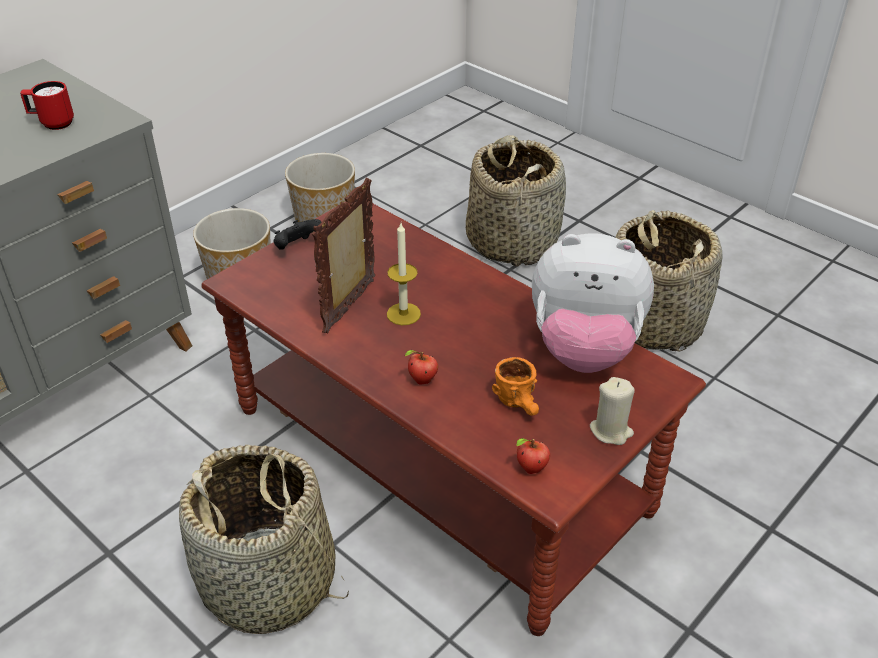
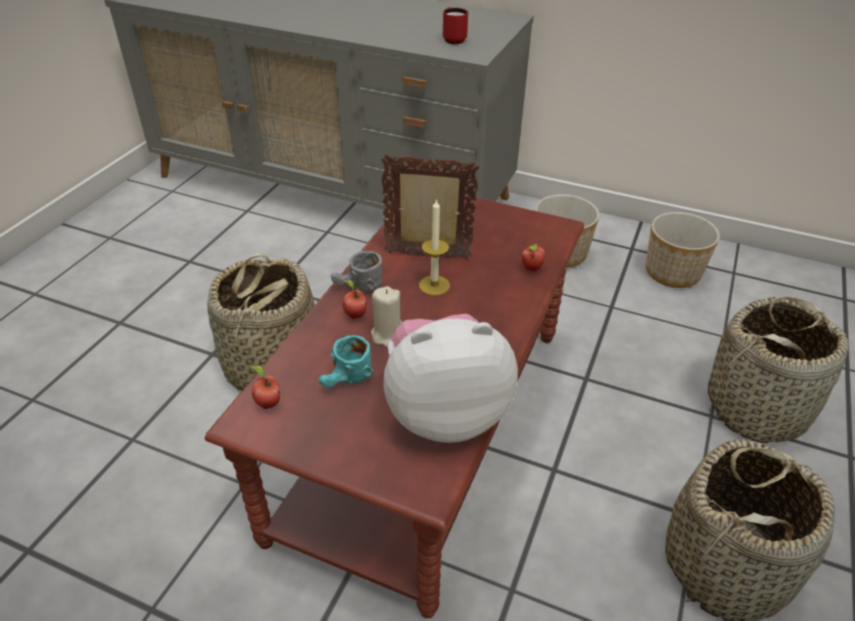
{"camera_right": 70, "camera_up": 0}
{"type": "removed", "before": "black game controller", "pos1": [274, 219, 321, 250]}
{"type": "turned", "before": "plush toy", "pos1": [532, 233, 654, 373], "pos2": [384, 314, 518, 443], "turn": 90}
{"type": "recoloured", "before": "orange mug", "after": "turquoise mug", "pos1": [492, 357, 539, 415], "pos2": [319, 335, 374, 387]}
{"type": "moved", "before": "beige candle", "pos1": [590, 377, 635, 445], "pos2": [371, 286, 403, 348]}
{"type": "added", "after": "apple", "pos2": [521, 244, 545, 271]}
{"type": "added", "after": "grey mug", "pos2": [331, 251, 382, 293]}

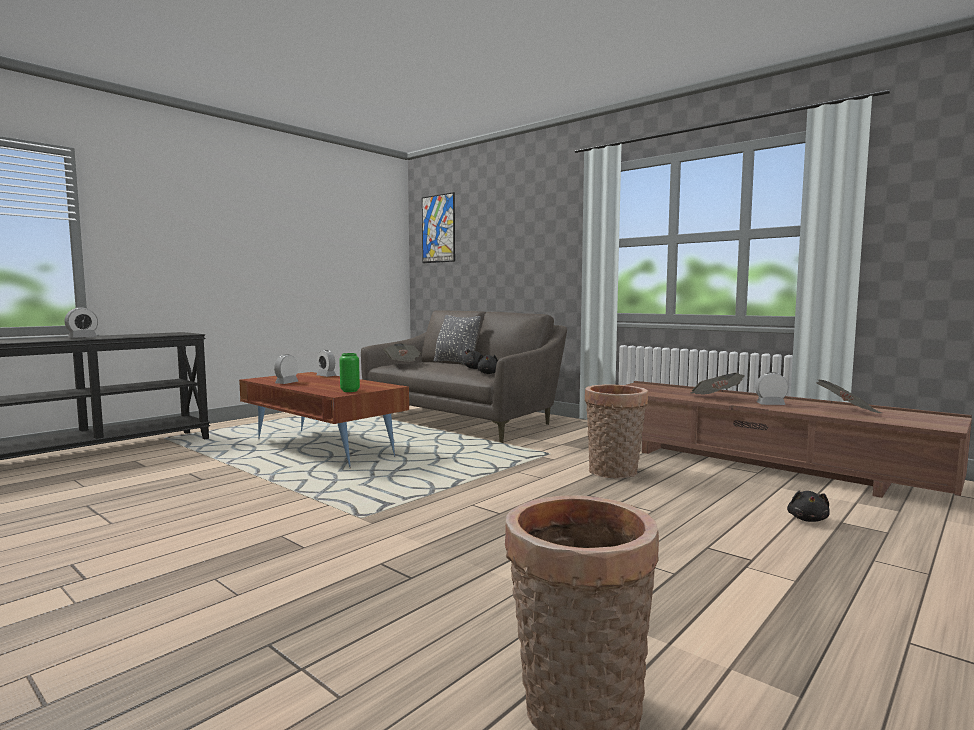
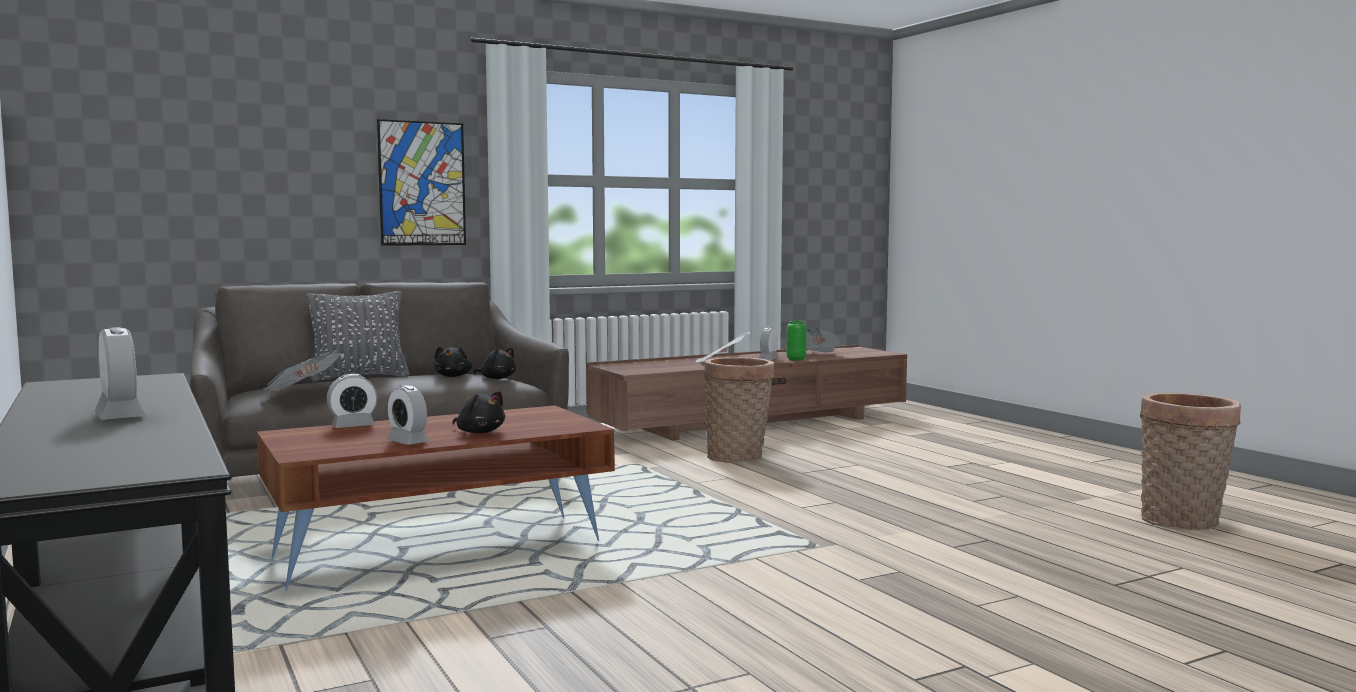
{"camera_right": -70, "camera_up": 0}
{"type": "moved", "before": "picture", "pos1": [422, 192, 455, 263], "pos2": [377, 119, 466, 246]}
{"type": "moved", "before": "green vase", "pos1": [339, 353, 360, 392], "pos2": [787, 321, 807, 361]}
{"type": "moved", "before": "black plush toy", "pos1": [787, 490, 830, 522], "pos2": [452, 391, 505, 434]}

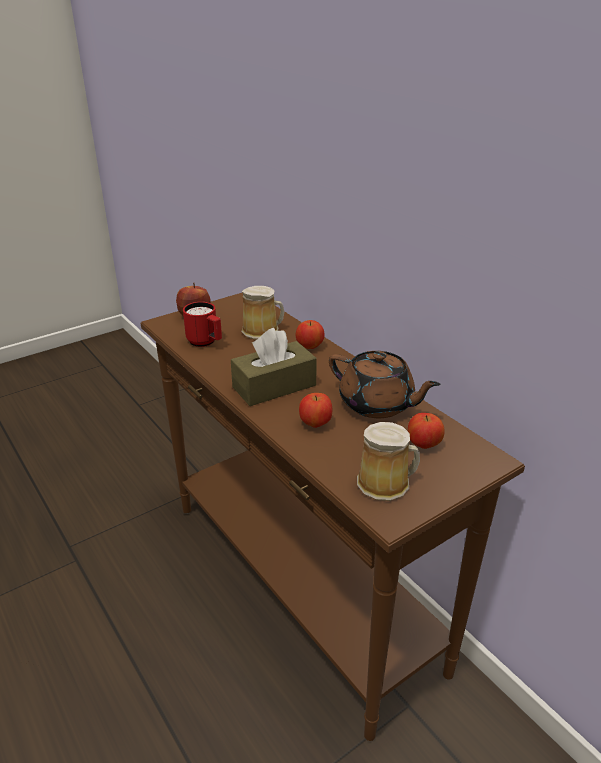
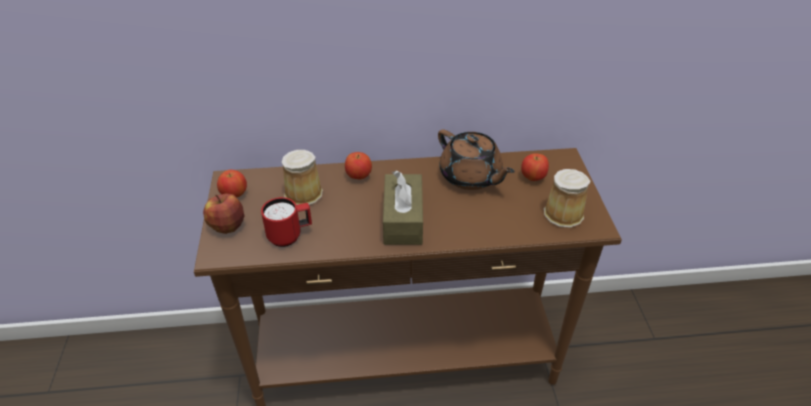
{"camera_right": -60, "camera_up": 10}
{"type": "turned", "before": "brown teapot", "pos1": [329, 351, 441, 418], "pos2": [438, 129, 515, 190], "turn": 75}
{"type": "moved", "before": "apple", "pos1": [299, 393, 332, 428], "pos2": [217, 170, 247, 198]}

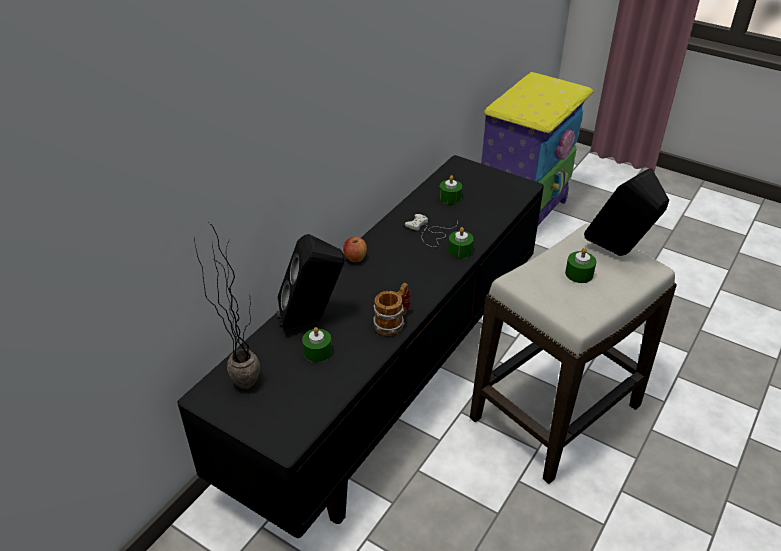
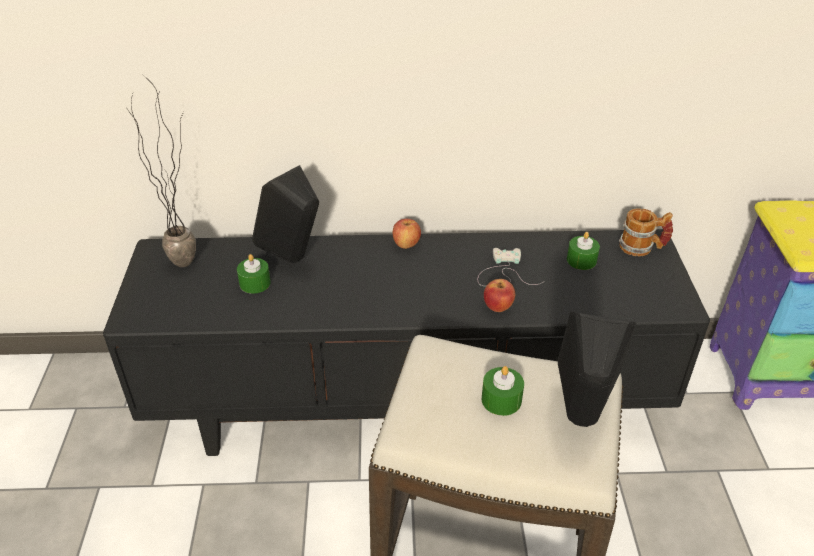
{"camera_right": 55, "camera_up": 0}
{"type": "replaced", "before": "green candle", "after": "apple", "pos1": [448, 227, 474, 259], "pos2": [484, 279, 515, 312]}
{"type": "moved", "before": "mug", "pos1": [373, 283, 411, 336], "pos2": [619, 208, 673, 256]}

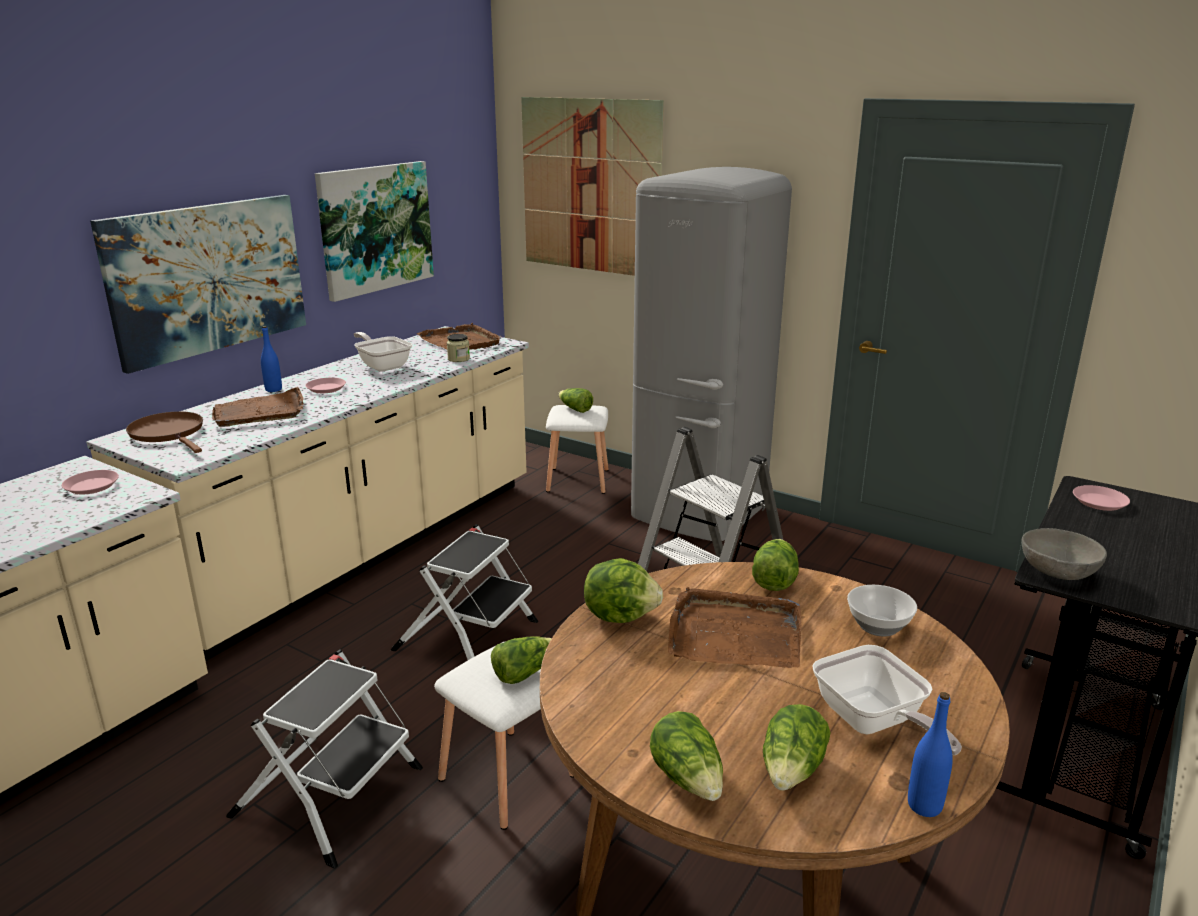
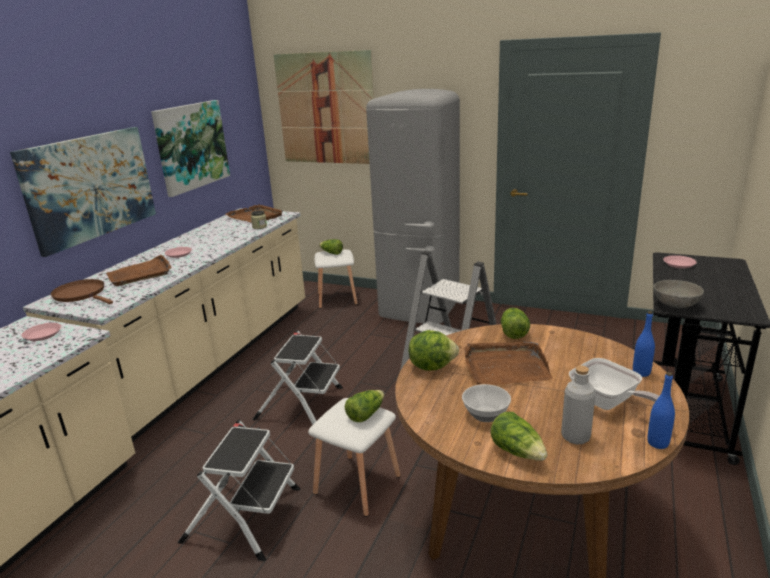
{"camera_right": -10, "camera_up": 0}
{"type": "moved", "before": "blue bottle", "pos1": [261, 326, 282, 392], "pos2": [633, 311, 655, 377]}
{"type": "removed", "before": "frying pan", "pos1": [354, 332, 412, 371]}
{"type": "moved", "before": "bowl", "pos1": [847, 585, 917, 636], "pos2": [462, 384, 511, 422]}
{"type": "replaced", "before": "lettuce", "after": "grey bottle", "pos1": [763, 704, 831, 791], "pos2": [561, 366, 596, 444]}

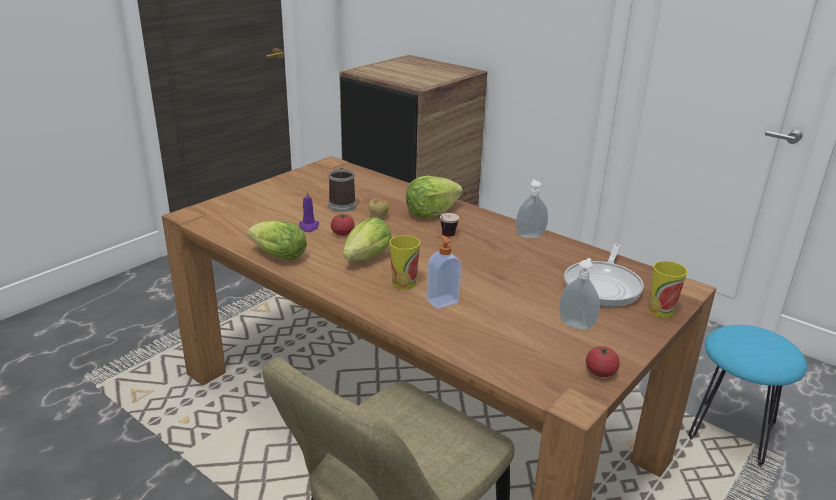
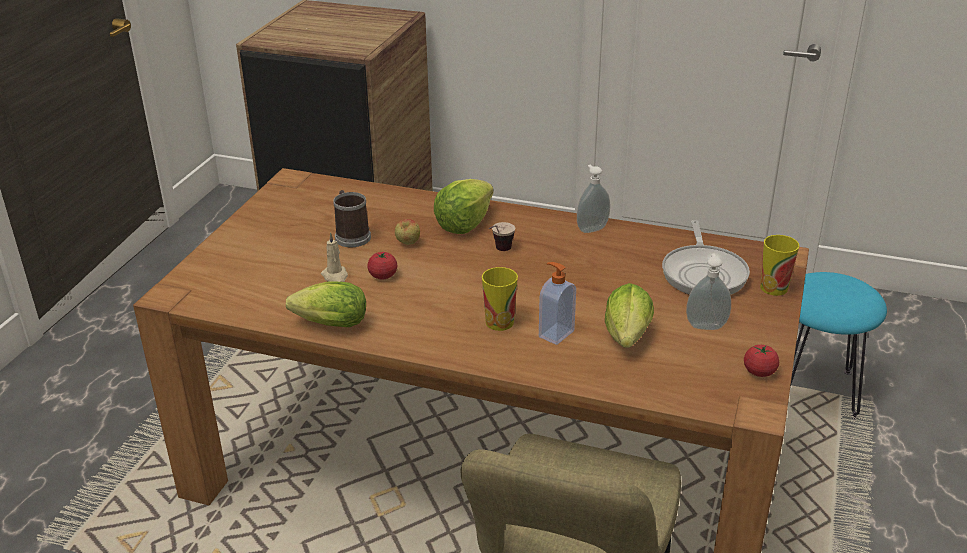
{"camera_right": -20, "camera_up": 5}
{"type": "recoloured", "before": "purple candle", "after": "beige candle", "pos1": [299, 190, 319, 232], "pos2": [321, 232, 348, 282]}
{"type": "moved", "before": "lettuce", "pos1": [343, 217, 391, 260], "pos2": [605, 283, 654, 348]}

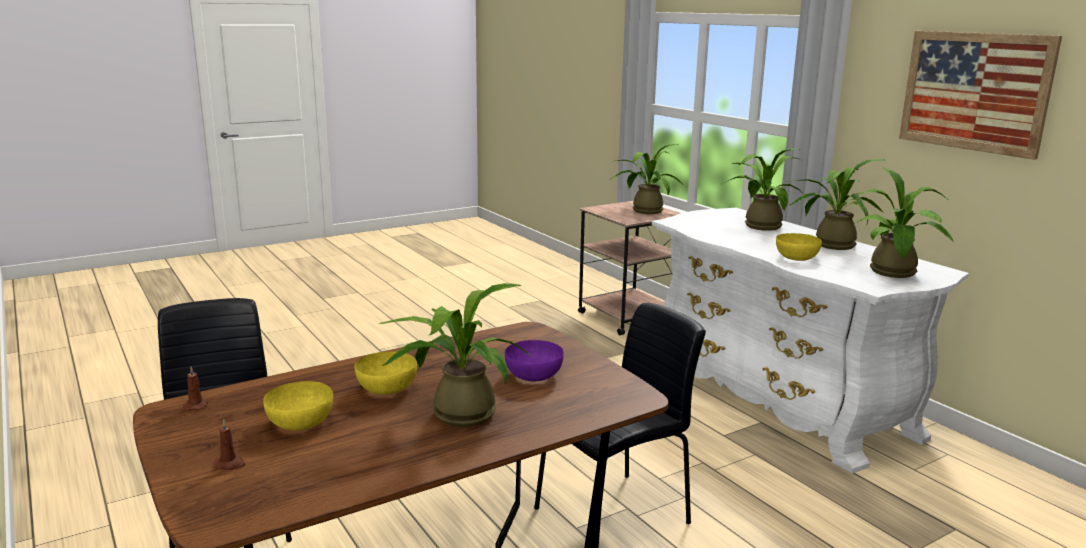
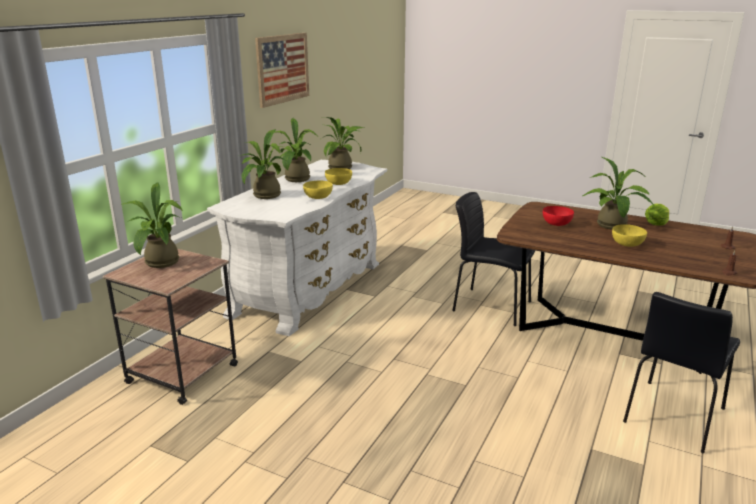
{"camera_right": -120, "camera_up": 5}
{"type": "recoloured", "before": "purple bowl", "after": "red bowl", "pos1": [505, 340, 564, 381], "pos2": [543, 206, 574, 226]}
{"type": "moved", "before": "yellow bowl", "pos1": [263, 381, 333, 431], "pos2": [303, 181, 333, 199]}
{"type": "added", "after": "lettuce", "pos2": [645, 204, 669, 226]}

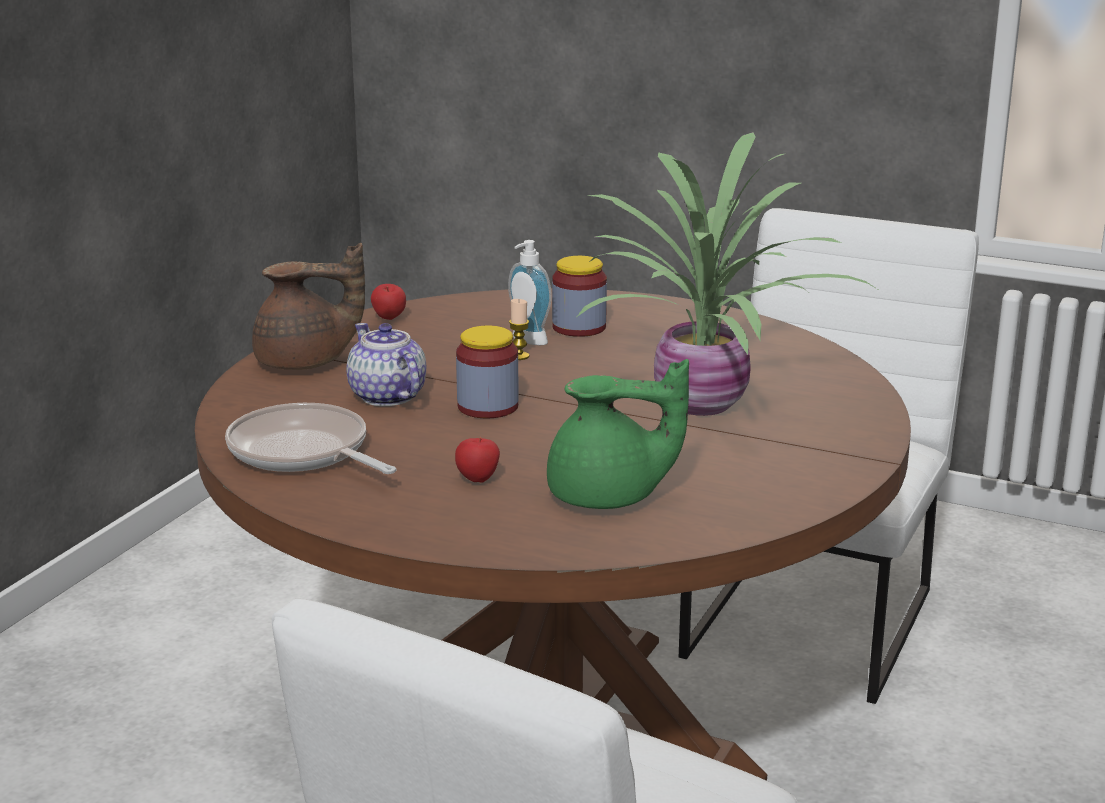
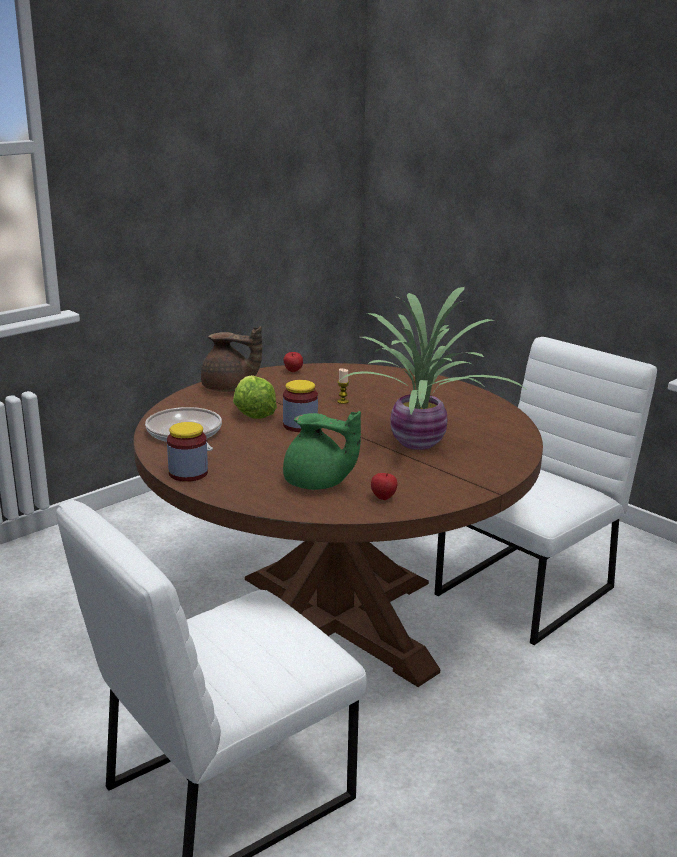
{"camera_right": 20, "camera_up": 0}
{"type": "removed", "before": "soap dispenser", "pos1": [508, 240, 552, 345]}
{"type": "moved", "before": "jar", "pos1": [552, 256, 607, 337], "pos2": [167, 422, 208, 482]}
{"type": "replaced", "before": "teapot", "after": "lettuce", "pos1": [347, 323, 426, 406], "pos2": [233, 375, 277, 419]}
{"type": "moved", "before": "apple", "pos1": [455, 437, 500, 482], "pos2": [371, 473, 398, 500]}

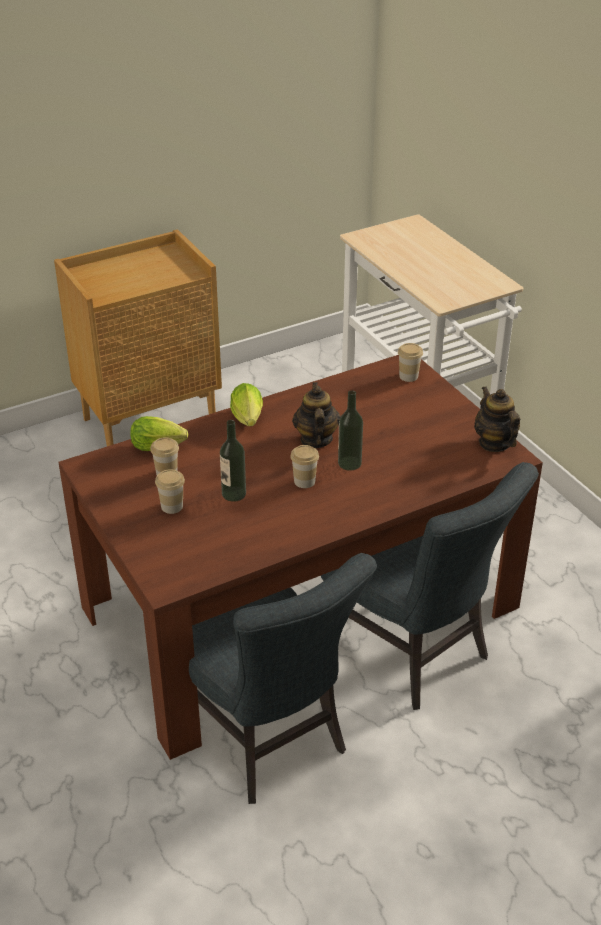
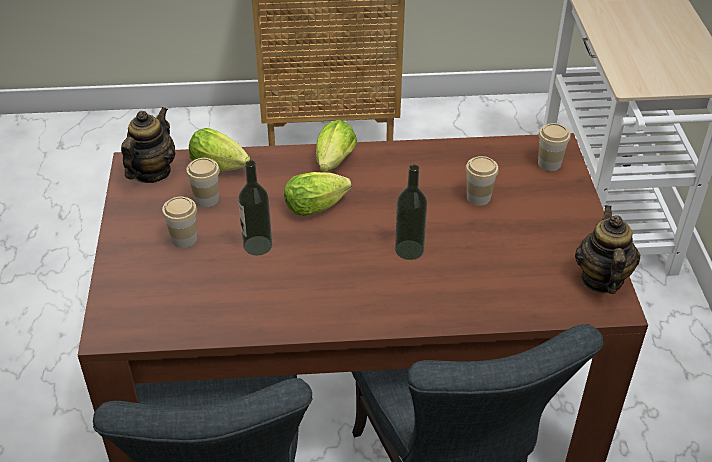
{"camera_right": 25, "camera_up": 5}
{"type": "moved", "before": "teapot", "pos1": [292, 382, 341, 448], "pos2": [121, 107, 176, 183]}
{"type": "moved", "before": "cup", "pos1": [290, 445, 319, 488], "pos2": [465, 156, 499, 206]}
{"type": "added", "after": "lettuce", "pos2": [284, 172, 352, 216]}

